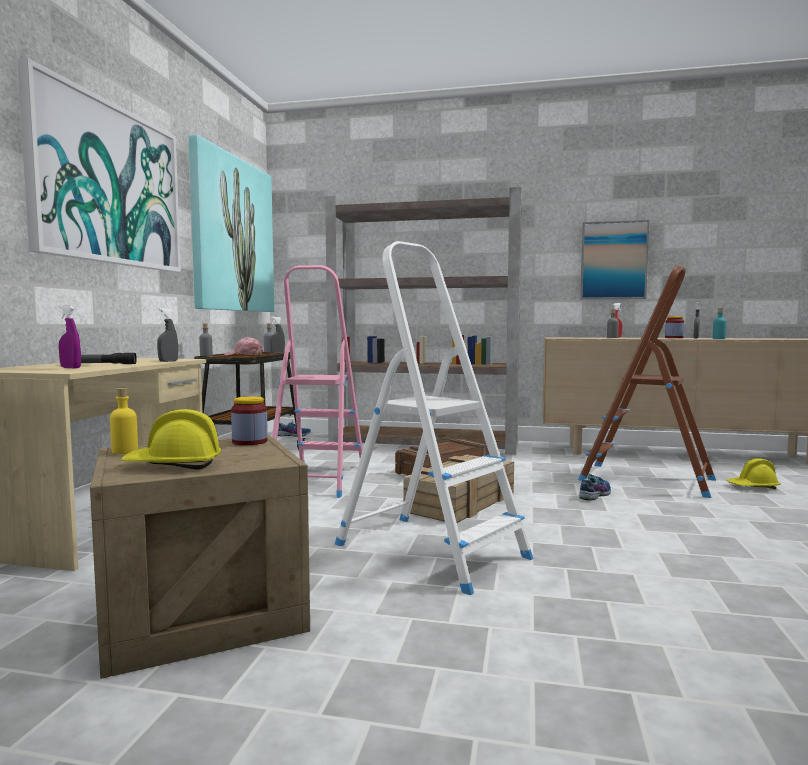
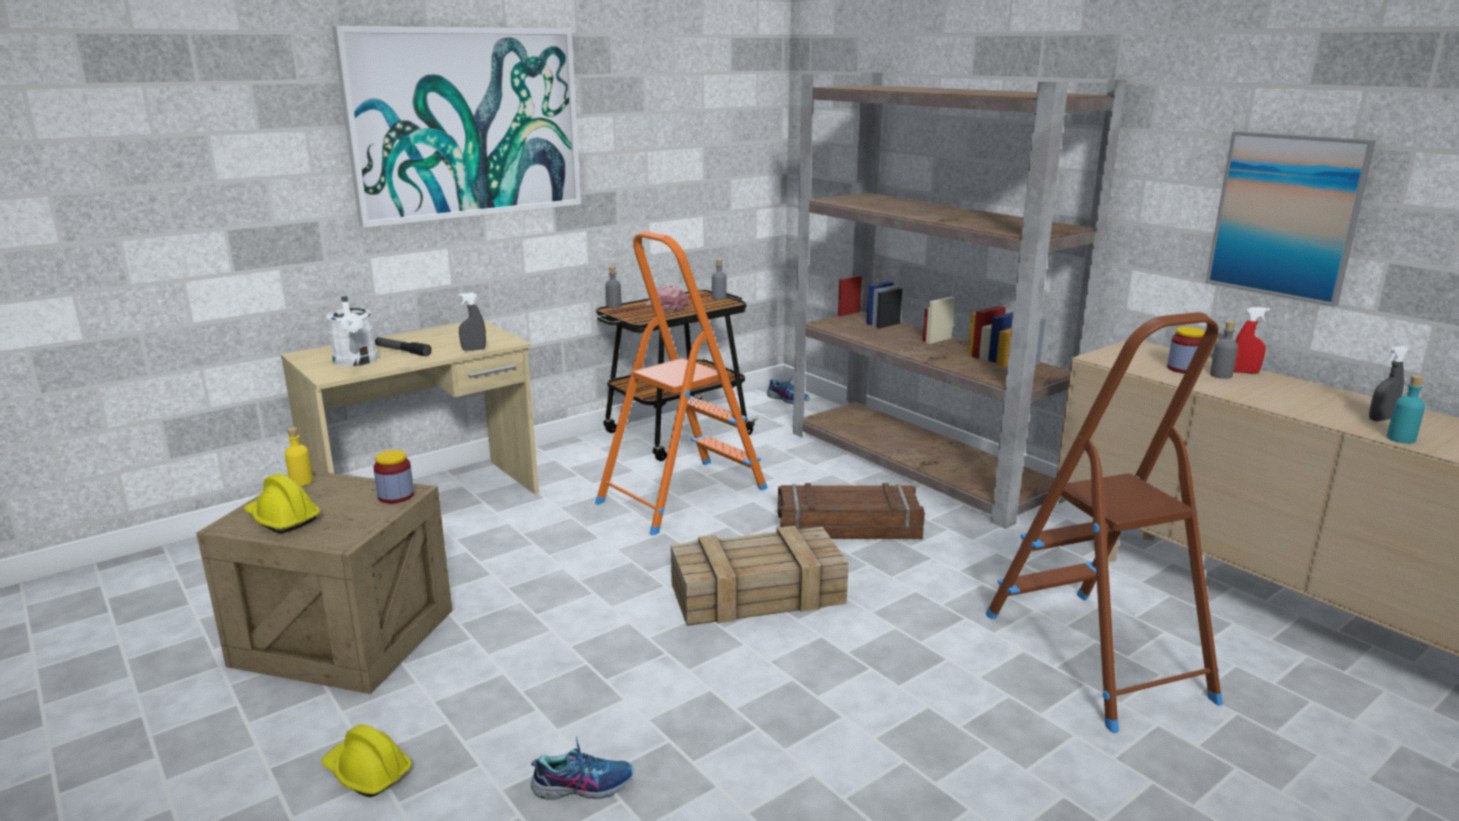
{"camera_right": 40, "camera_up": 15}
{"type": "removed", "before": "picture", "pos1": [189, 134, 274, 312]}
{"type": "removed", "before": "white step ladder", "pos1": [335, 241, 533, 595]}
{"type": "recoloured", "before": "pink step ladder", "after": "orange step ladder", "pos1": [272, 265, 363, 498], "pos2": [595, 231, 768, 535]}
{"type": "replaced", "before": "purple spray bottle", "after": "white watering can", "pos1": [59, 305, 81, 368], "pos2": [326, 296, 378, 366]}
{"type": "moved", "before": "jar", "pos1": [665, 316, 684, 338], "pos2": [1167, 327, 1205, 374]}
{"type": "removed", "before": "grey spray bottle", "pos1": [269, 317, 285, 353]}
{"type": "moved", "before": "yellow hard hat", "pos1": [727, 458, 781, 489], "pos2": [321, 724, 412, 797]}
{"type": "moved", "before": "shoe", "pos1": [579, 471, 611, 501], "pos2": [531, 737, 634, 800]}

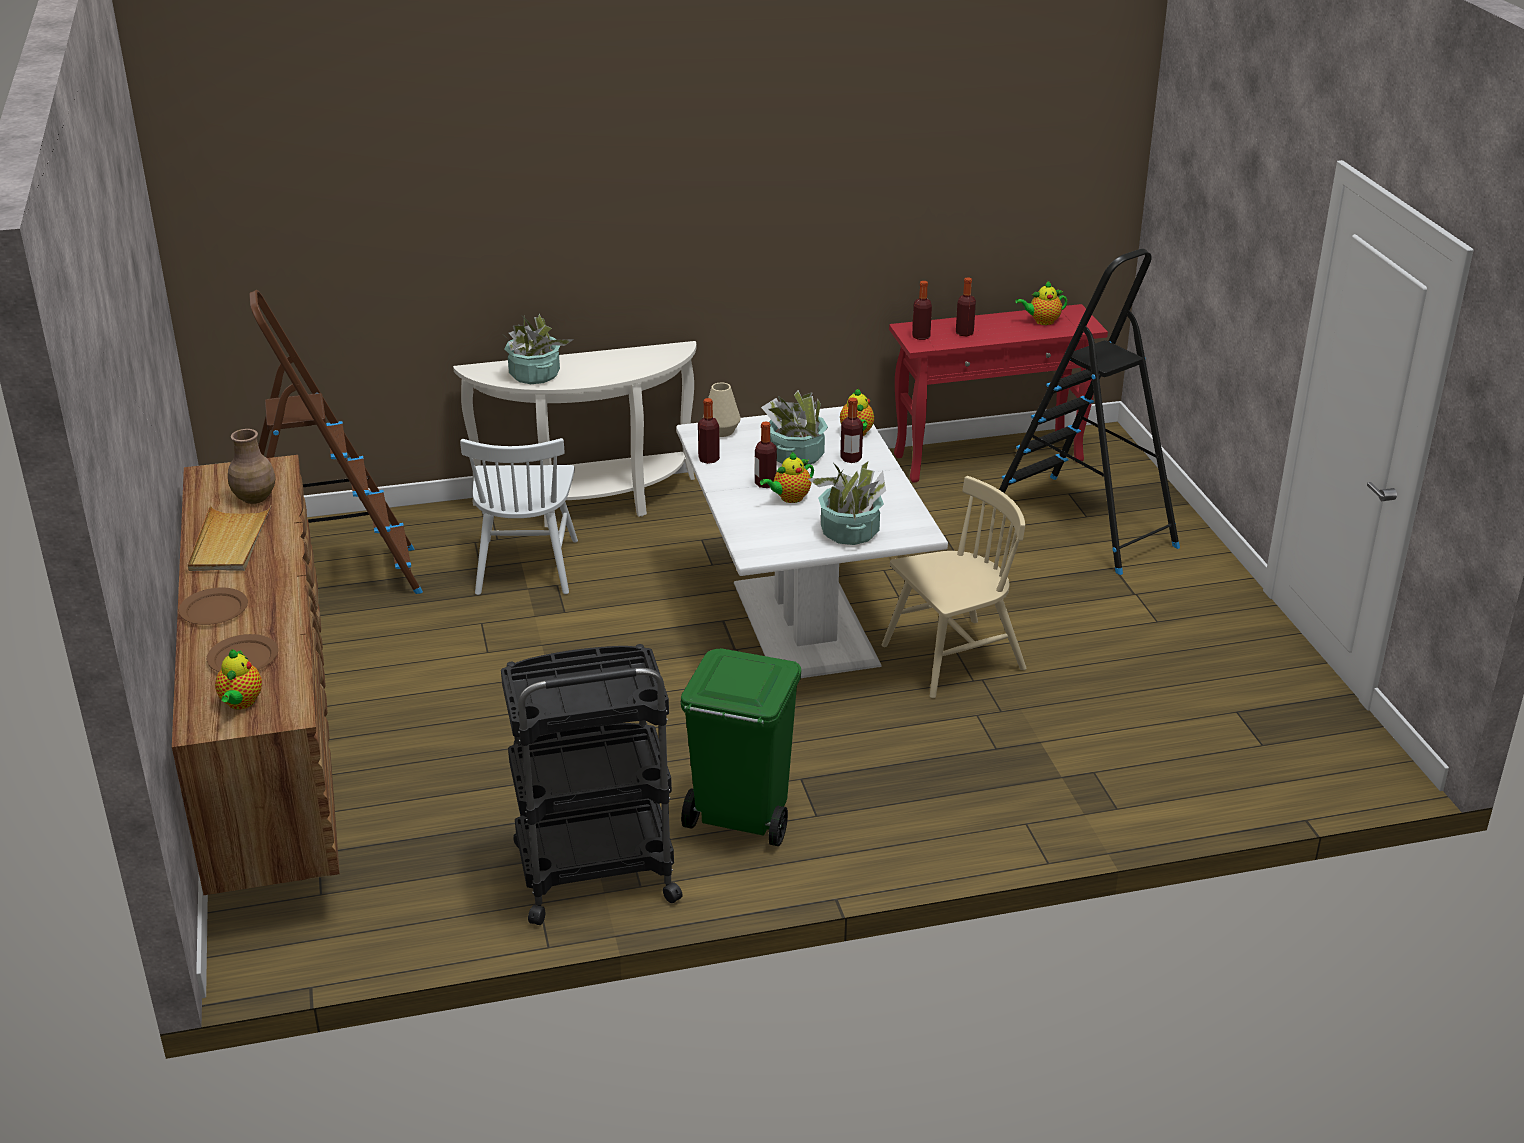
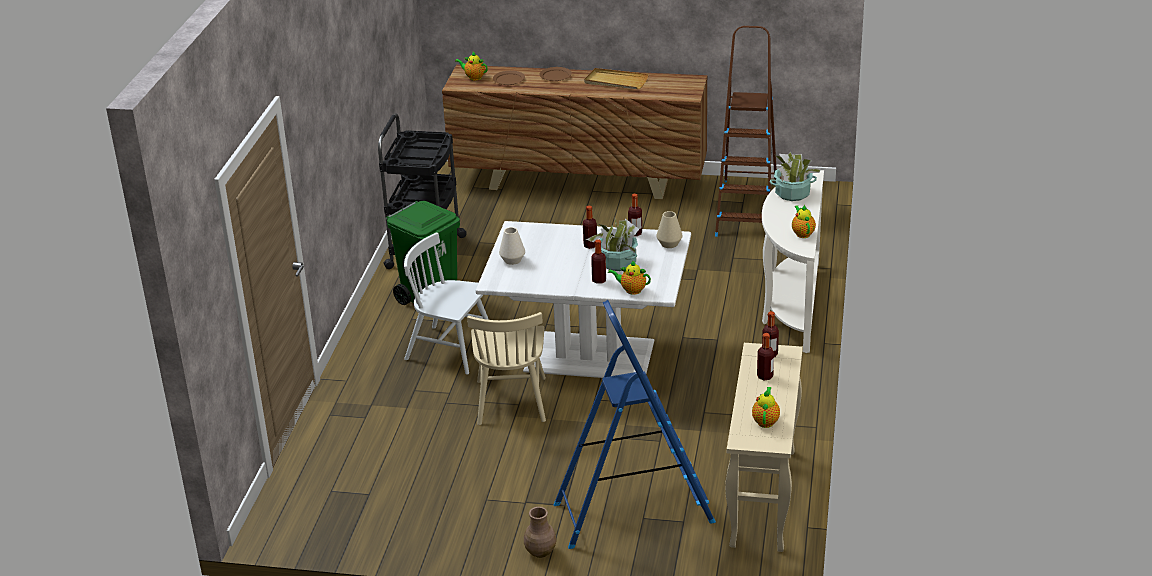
{"camera_right": 115, "camera_up": 0}
{"type": "recoloured", "before": "black step ladder", "after": "blue step ladder", "pos1": [999, 249, 1180, 575], "pos2": [554, 300, 716, 549]}
{"type": "recoloured", "before": "red console table", "after": "beige console table", "pos1": [889, 304, 1108, 483], "pos2": [725, 343, 803, 552]}
{"type": "moved", "before": "brown vase", "pos1": [228, 429, 275, 504], "pos2": [524, 507, 556, 558]}
{"type": "moved", "before": "white chair", "pos1": [460, 438, 578, 595], "pos2": [404, 233, 489, 375]}
{"type": "moved", "before": "teapot", "pos1": [760, 451, 814, 503], "pos2": [792, 205, 816, 238]}
{"type": "replaced", "before": "potted plant", "after": "white vase", "pos1": [808, 461, 886, 545], "pos2": [499, 227, 525, 265]}

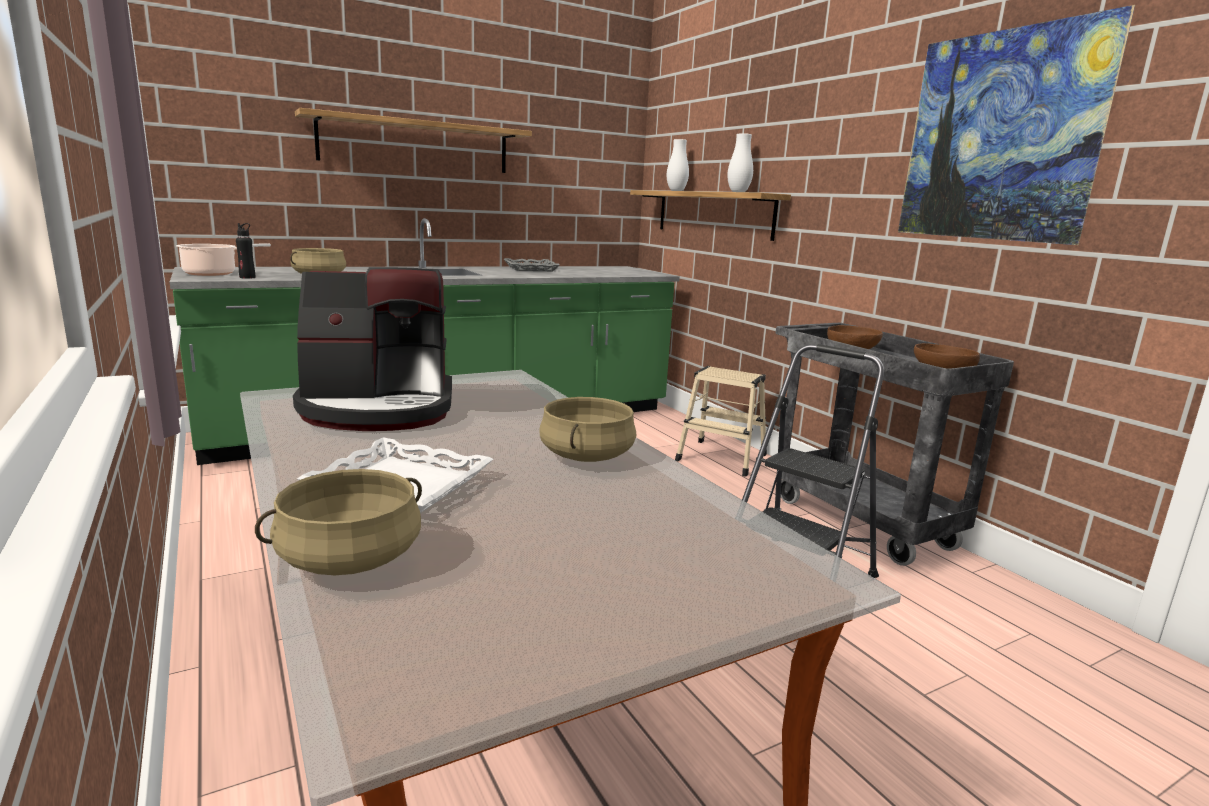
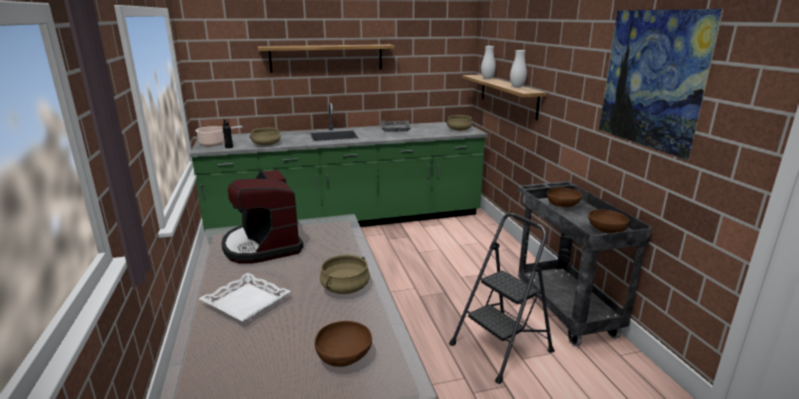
{"camera_right": 15, "camera_up": 5}
{"type": "turned", "before": "coffee machine", "pos1": [293, 267, 452, 431], "pos2": [221, 170, 303, 264], "turn": 60}
{"type": "removed", "before": "beige step ladder", "pos1": [675, 366, 767, 477]}
{"type": "moved", "before": "beige cooking pot", "pos1": [255, 469, 422, 575], "pos2": [446, 115, 472, 131]}
{"type": "added", "after": "brown bowl", "pos2": [315, 321, 372, 367]}

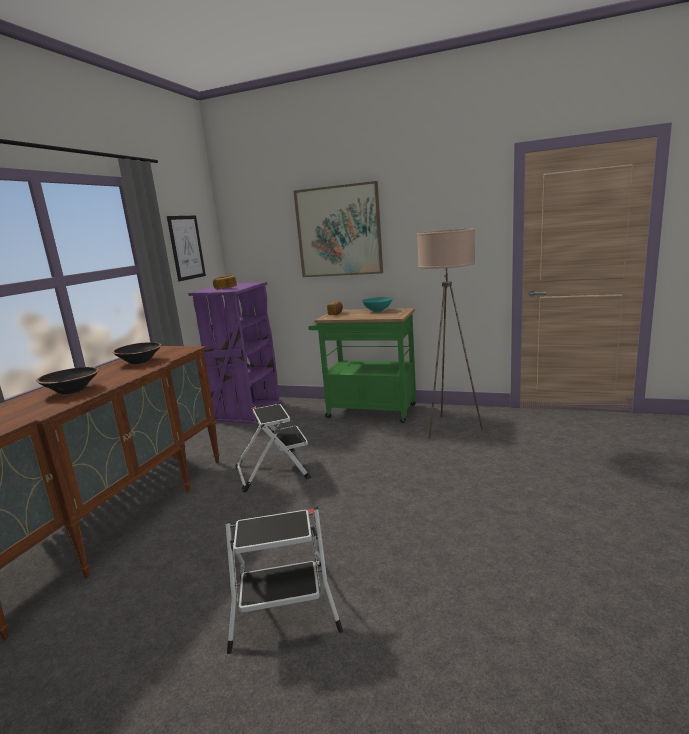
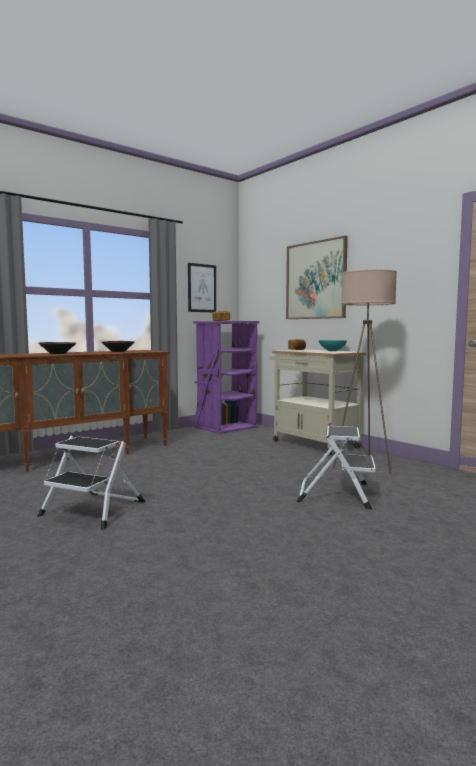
{"camera_right": 30, "camera_up": -10}
{"type": "recoloured", "before": "green cart", "after": "beige cart", "pos1": [308, 308, 416, 423], "pos2": [269, 349, 367, 456]}
{"type": "moved", "before": "step ladder", "pos1": [235, 404, 312, 493], "pos2": [297, 423, 376, 509]}

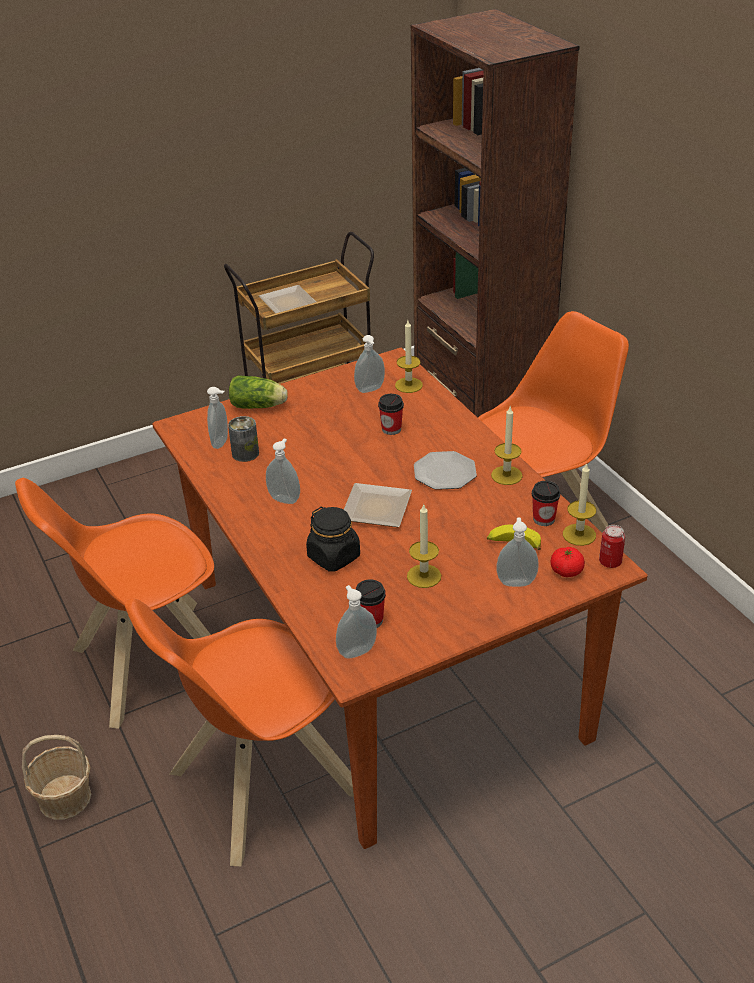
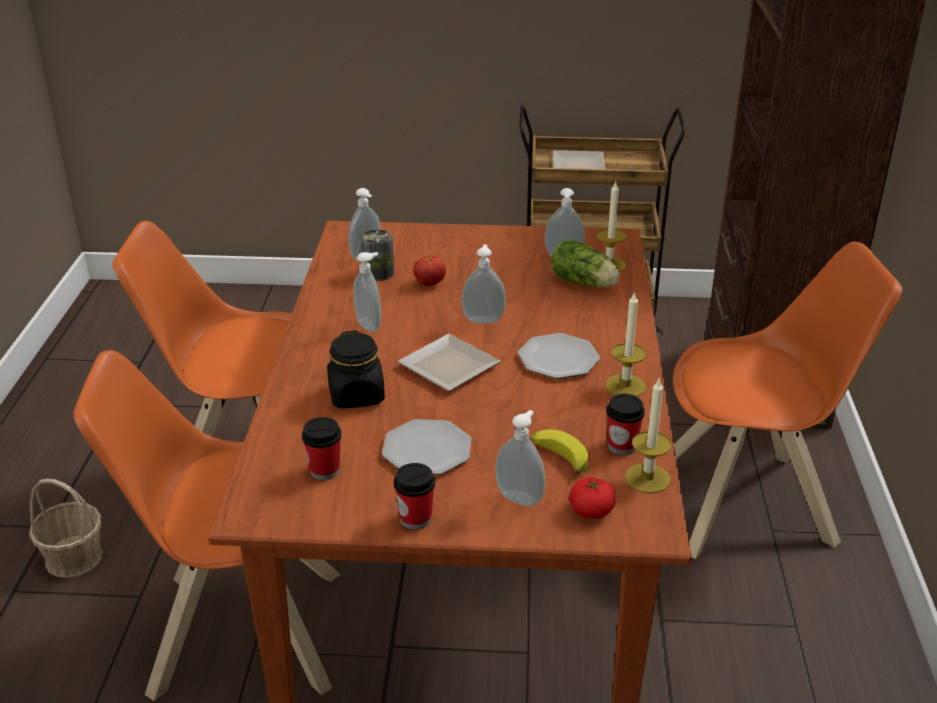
{"camera_right": 30, "camera_up": -5}
{"type": "moved", "before": "lettuce", "pos1": [229, 375, 288, 409], "pos2": [551, 240, 620, 287]}
{"type": "moved", "before": "cup", "pos1": [378, 394, 404, 435], "pos2": [394, 463, 435, 530]}
{"type": "replaced", "before": "candle", "after": "plate", "pos1": [407, 503, 441, 588], "pos2": [382, 419, 472, 475]}
{"type": "removed", "before": "can", "pos1": [599, 525, 625, 568]}
{"type": "moved", "before": "soap dispenser", "pos1": [336, 585, 377, 658], "pos2": [462, 245, 506, 324]}
{"type": "added", "after": "tomato", "pos2": [413, 256, 446, 286]}

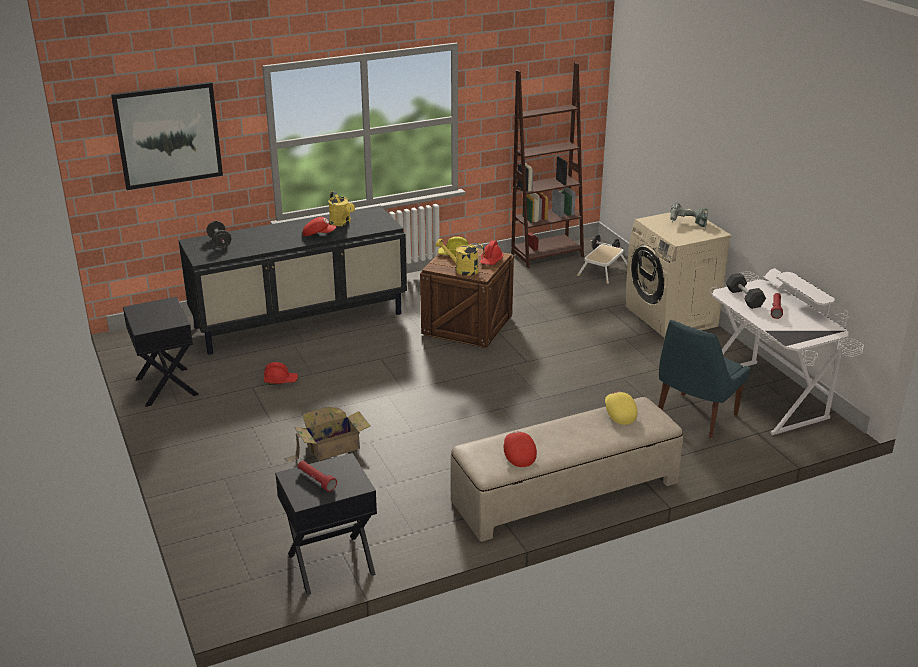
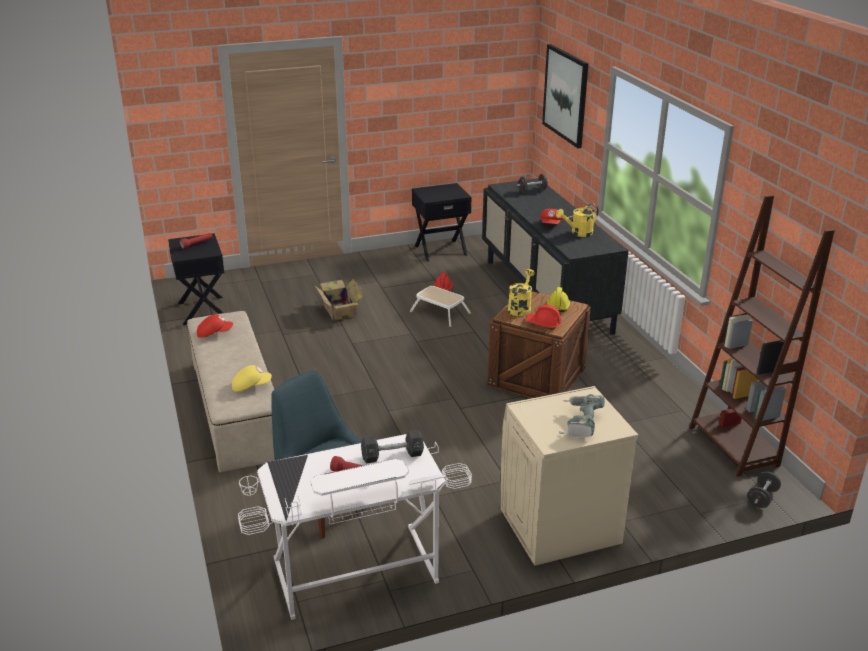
{"camera_right": 95, "camera_up": 0}
{"type": "moved", "before": "beige step ladder", "pos1": [577, 244, 628, 284], "pos2": [410, 286, 471, 327]}

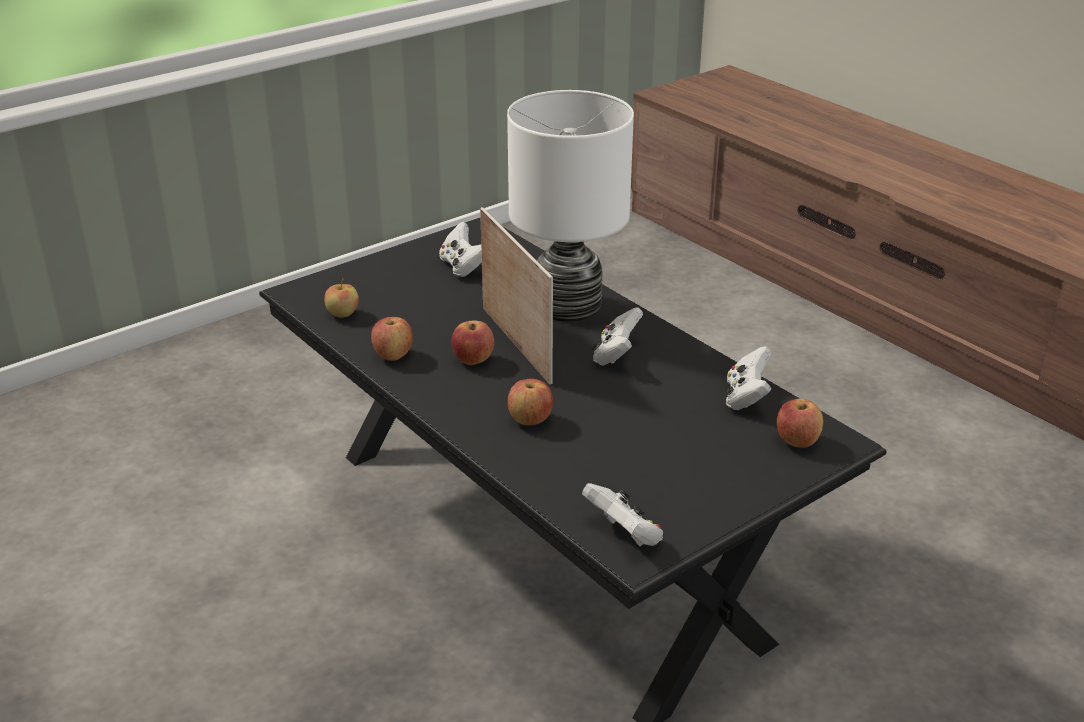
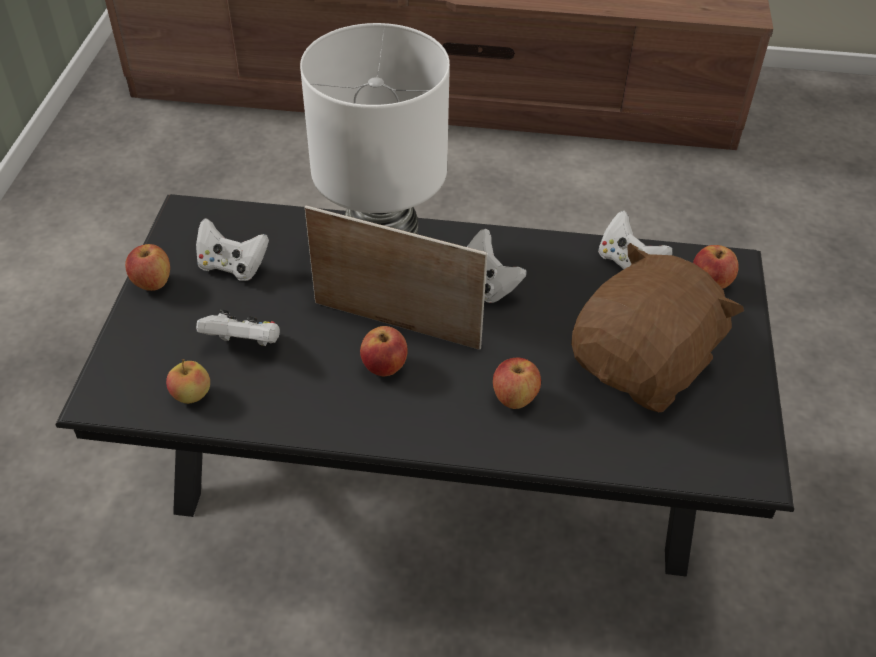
{"camera_right": -45, "camera_up": 15}
{"type": "moved", "before": "apple", "pos1": [371, 317, 413, 361], "pos2": [125, 244, 170, 291]}
{"type": "moved", "before": "white game controller", "pos1": [582, 483, 663, 546], "pos2": [196, 310, 280, 346]}
{"type": "added", "after": "brown plush toy", "pos2": [571, 243, 744, 412]}

